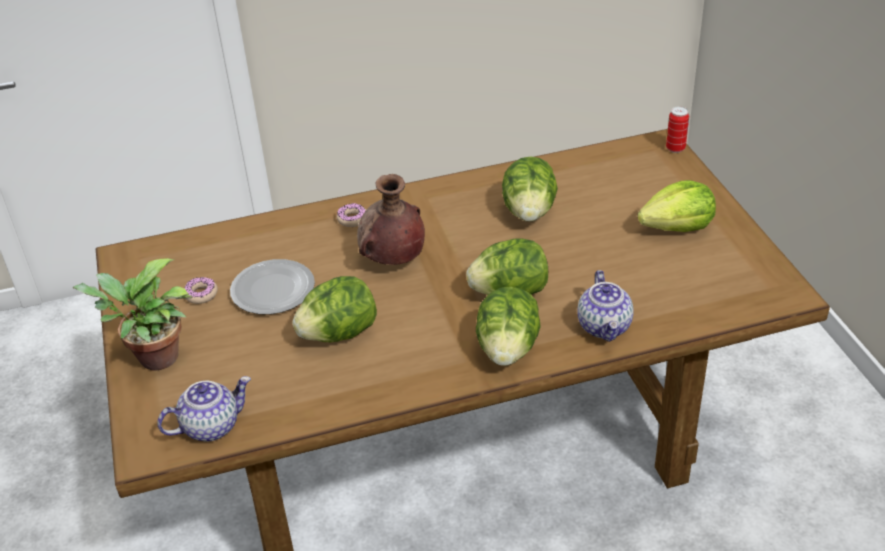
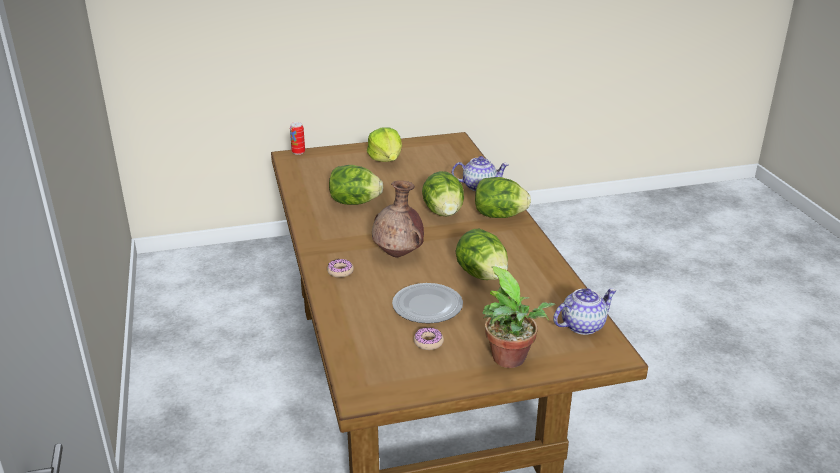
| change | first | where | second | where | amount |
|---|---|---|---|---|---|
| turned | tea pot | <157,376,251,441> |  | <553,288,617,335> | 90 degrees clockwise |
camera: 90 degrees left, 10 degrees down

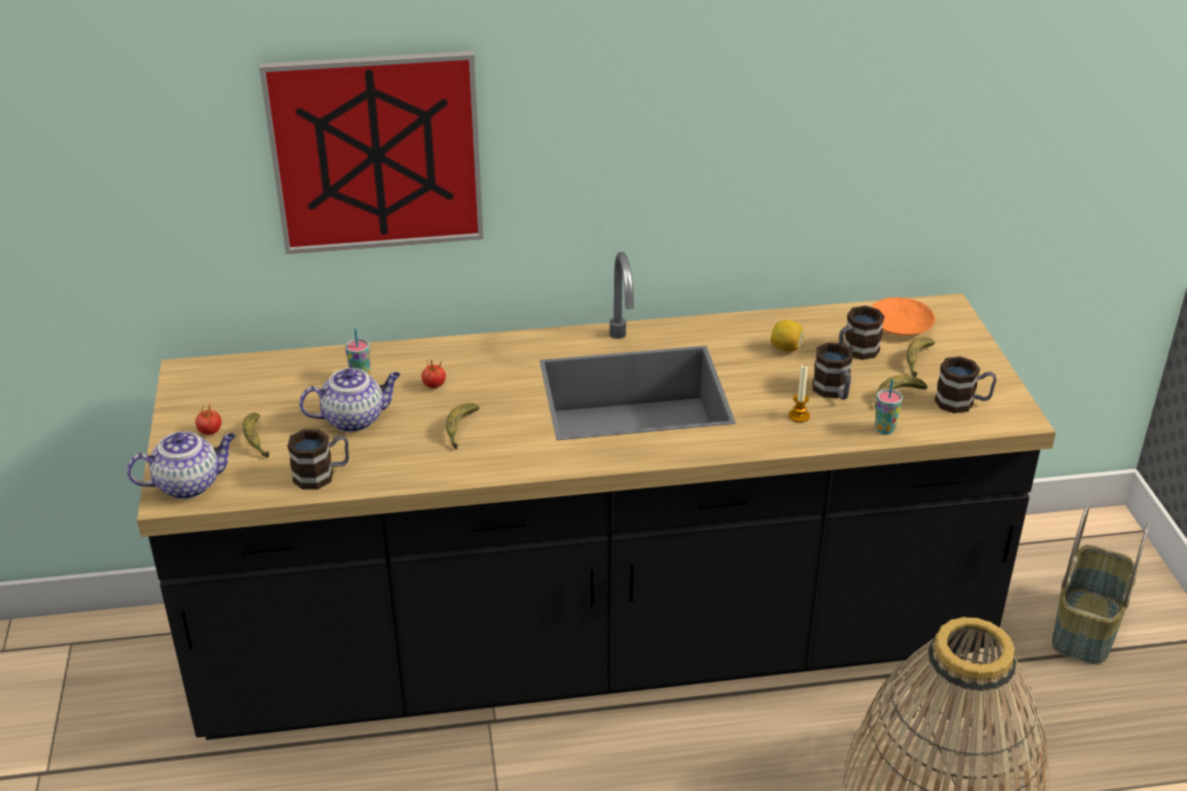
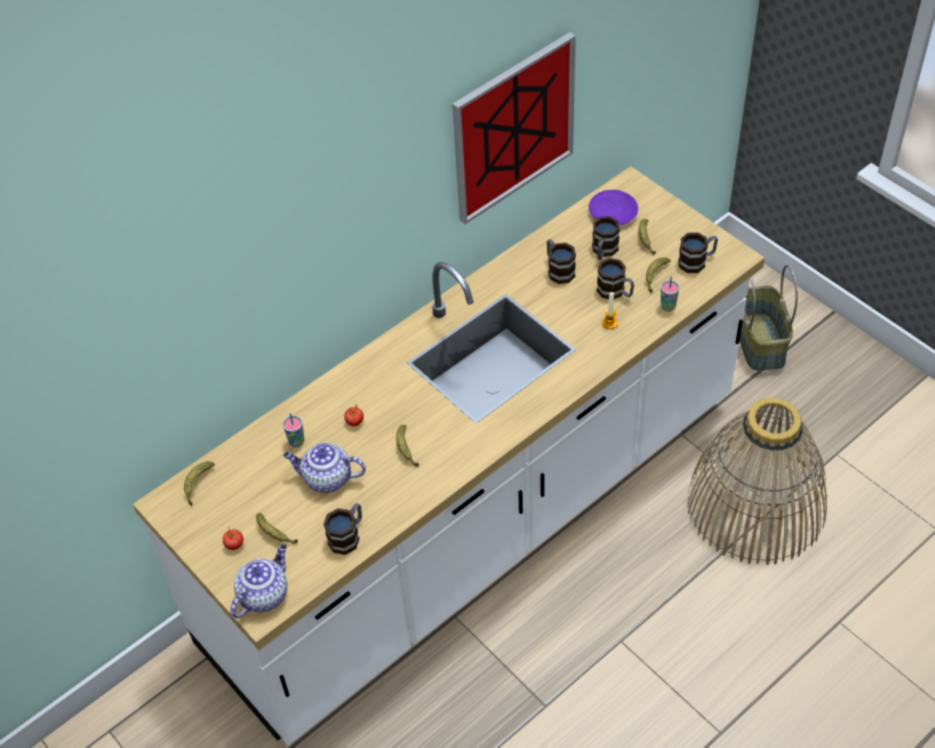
| change | first | where | second | where | amount |
|---|---|---|---|---|---|
| added |  |  | banana | <184,461,215,506> |  |
| moved | wall art | <259,51,483,254> |  | <452,32,576,224> |  |
| replaced | lemon | <770,320,804,352> | mug | <547,239,576,284> |  |
| recoloured | kitchen base unit in black | <137,252,1056,740> | kitchen base unit in whitish | <133,166,765,746> |  |
| recoloured | plate in orangey | <871,297,935,336> | plate in purple | <589,190,638,226> |  |
| turned | tea pot | <299,368,401,432> |  | <283,442,366,493> | 120 degrees counterclockwise |
camera: 30 degrees left, 15 degrees up

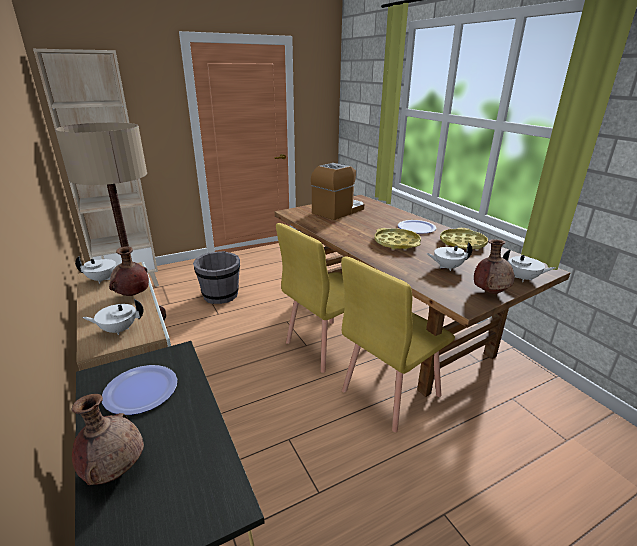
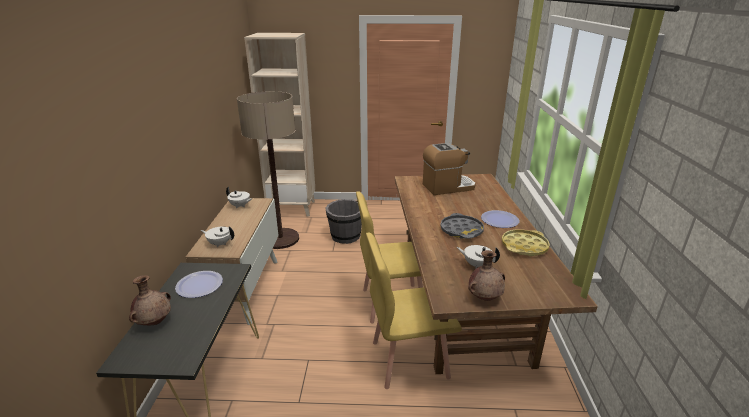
| change | first | where | second | where | amount |
|---|---|---|---|---|---|
| removed | flower vase in brownish | <109,247,149,296> |  |  |  |
| removed | tea pot in whitish | <503,249,555,282> |  |  |  |
| recoloured | serving tray in yellow | <374,228,421,250> | serving tray in gray | <440,213,484,239> |  |
camera: 30 degrees right, 0 degrees up

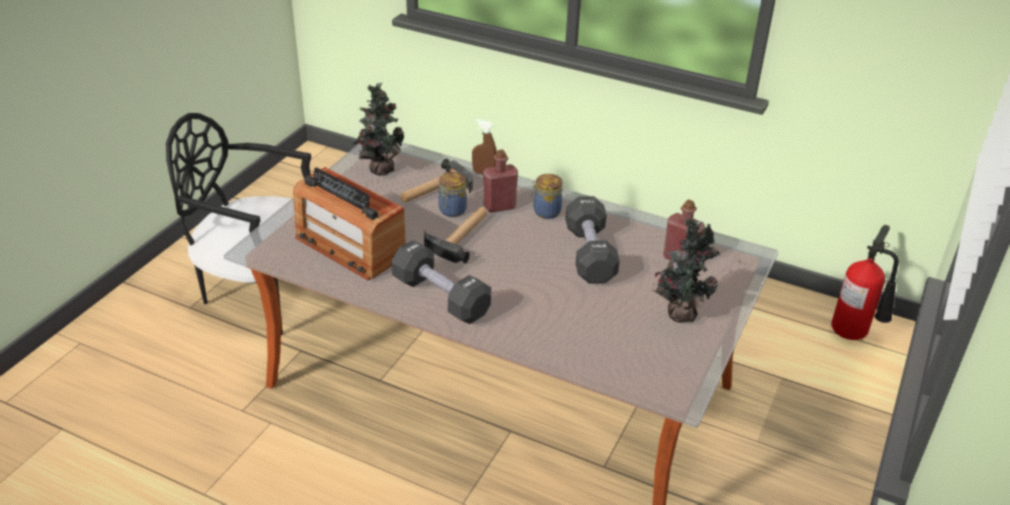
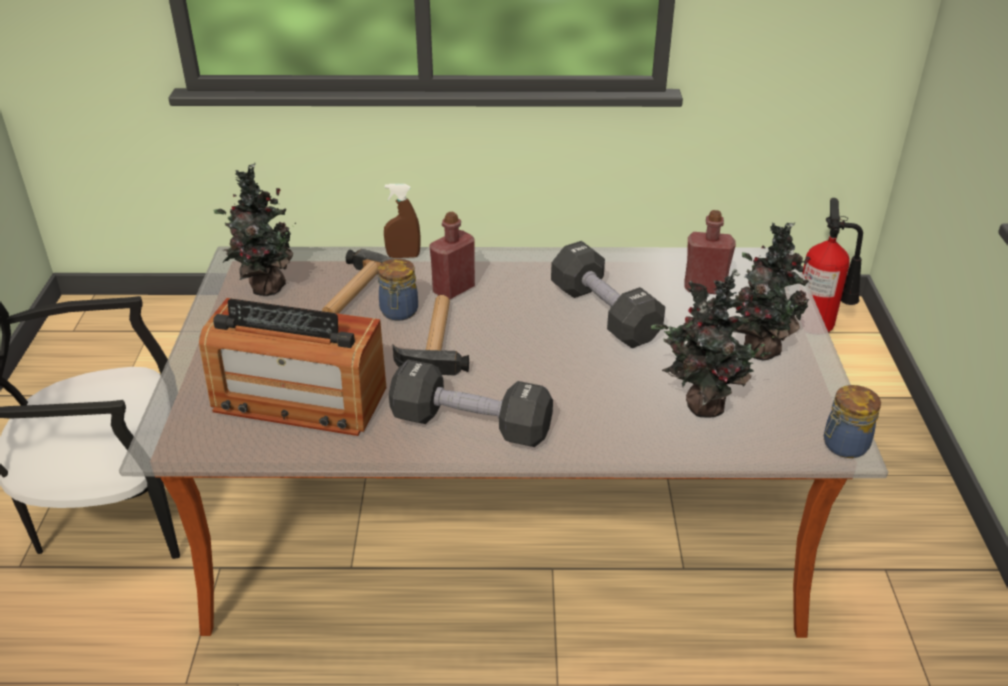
| change | first | where | second | where | amount |
|---|---|---|---|---|---|
| added |  |  | potted plant | <651,269,779,418> |  |
| moved | storage jar | <531,174,563,219> |  | <824,385,881,458> |  |
camera: 25 degrees left, 0 degrees up

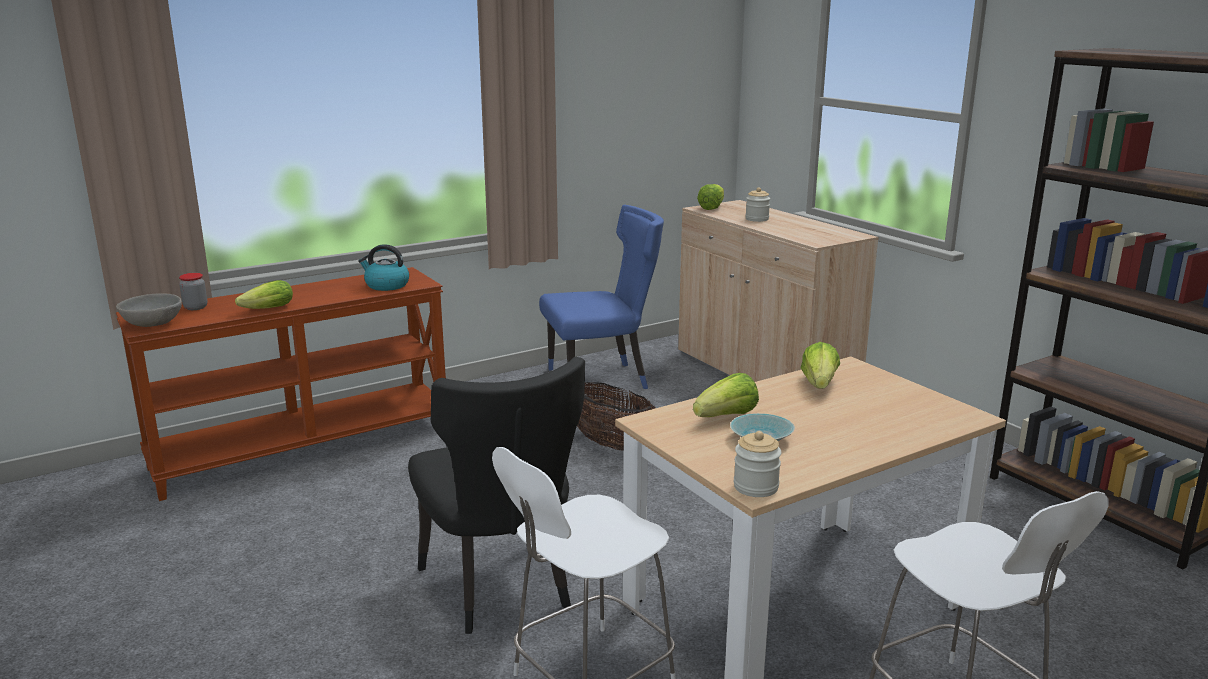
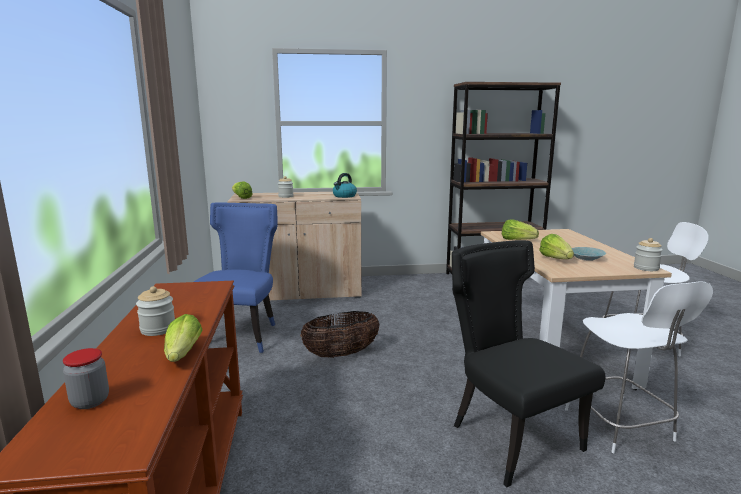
| change | first | where | second | where | amount |
|---|---|---|---|---|---|
| removed | serving bowl in gray | <116,293,182,327> |  |  |  |
| added |  |  | storage jar | <136,286,175,336> |  |
| moved | tea kettle | <358,244,409,291> |  | <333,173,357,198> |  |
| turned | chair in black | <408,357,585,634> |  | <452,240,605,487> | 120 degrees counterclockwise |
camera: 65 degrees left, 5 degrees down

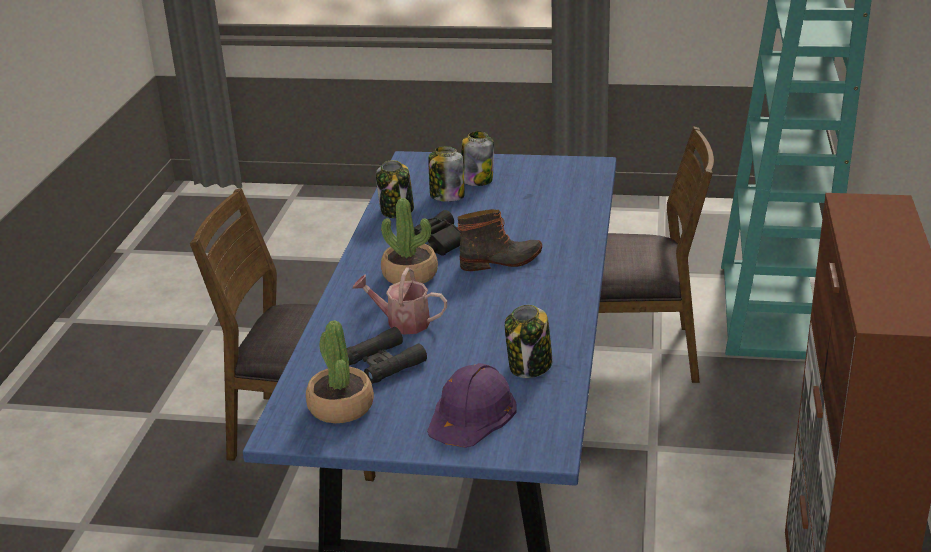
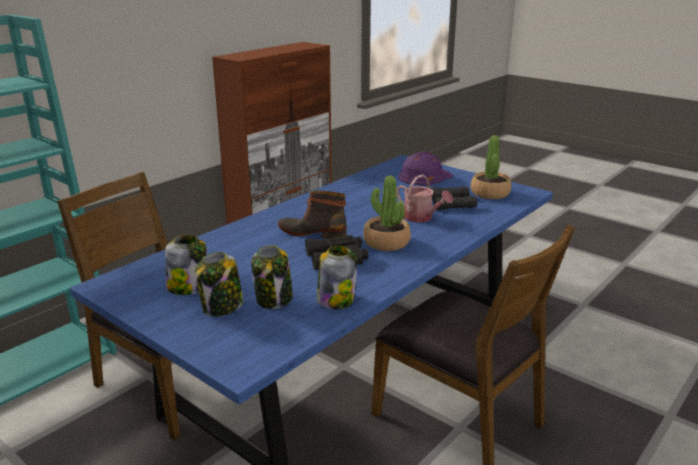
| change | first | where | second | where | amount |
|---|---|---|---|---|---|
| moved | storage jar | <505,305,553,378> |  | <165,235,207,295> |  |
camera: 150 degrees left, 5 degrees down

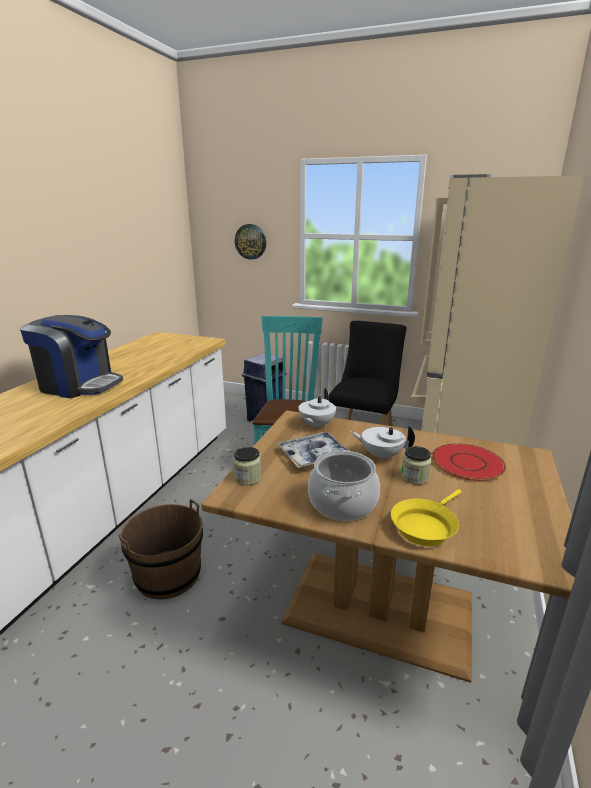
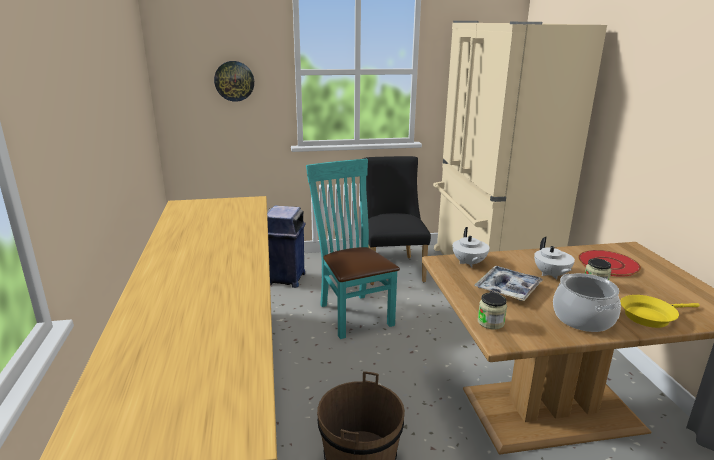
| change | first | where | second | where | amount |
|---|---|---|---|---|---|
| removed | coffee machine | <20,315,123,398> |  |  |  |
| turned | tea pot in whitish | <350,426,415,461> |  | <534,237,575,279> | 90 degrees counterclockwise |
| turned | skillet in yellow | <391,489,461,546> |  | <620,295,700,328> | 60 degrees clockwise |
camera: 30 degrees left, 0 degrees up

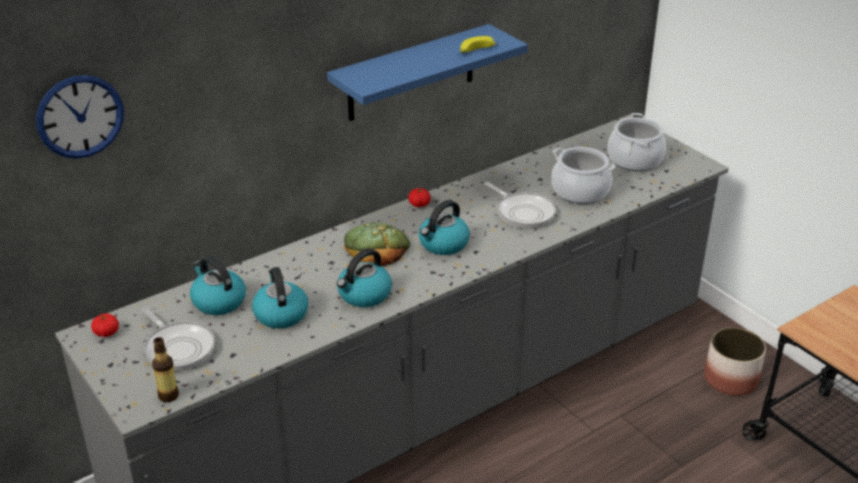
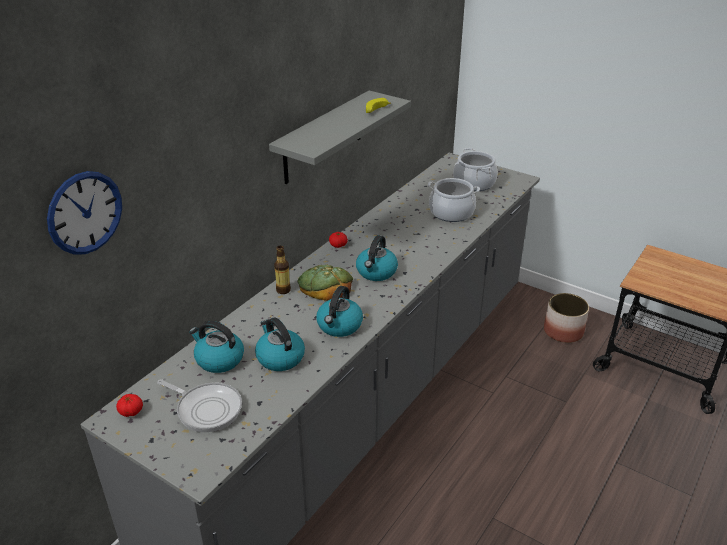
| change | first | where | second | where | amount |
|---|---|---|---|---|---|
| removed | skillet | <484,182,556,229> |  |  |  |
| moved | bottle | <152,337,179,402> |  | <274,246,291,294> |  |
| recoloured | bracket shelf in bluish | <327,24,528,121> | bracket shelf in gray | <269,91,411,184> |  |
camera: 20 degrees left, 0 degrees up

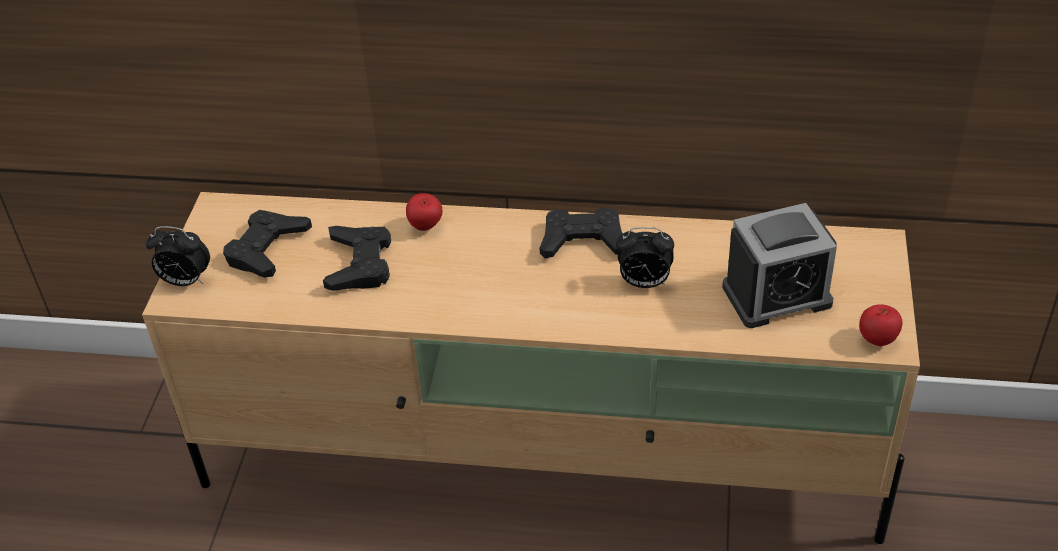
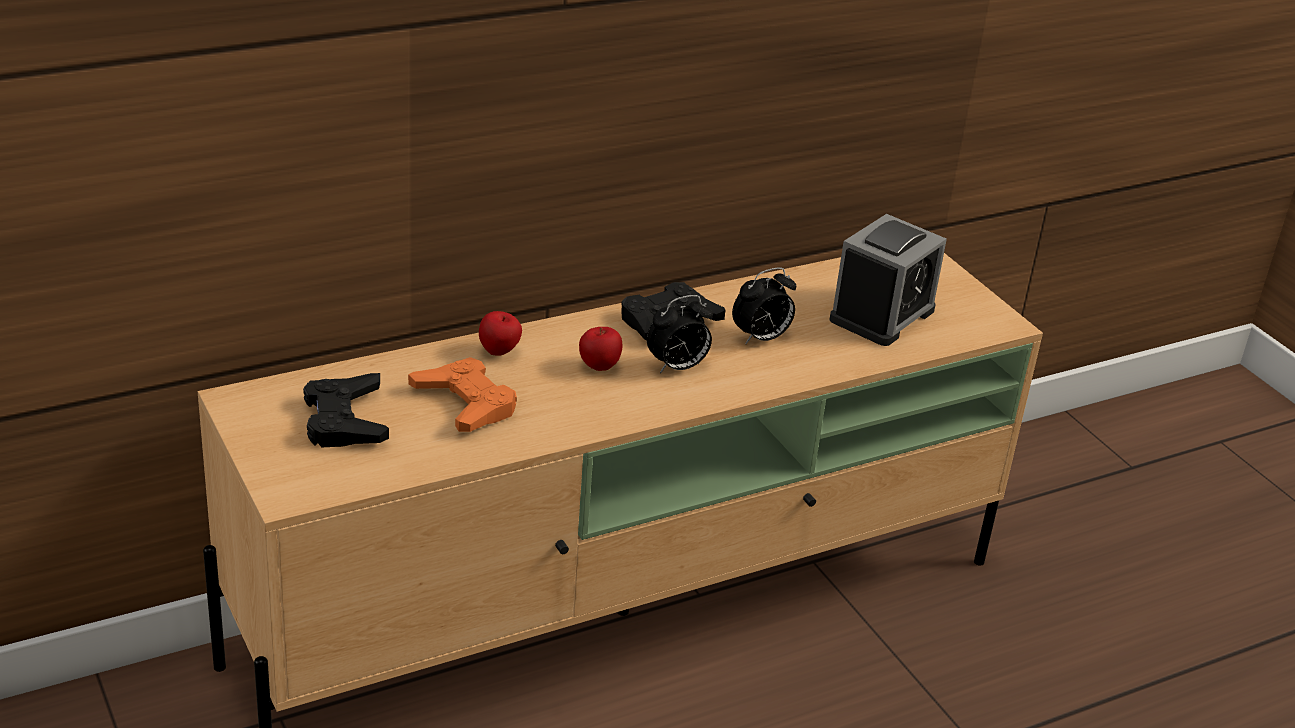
| change | first | where | second | where | amount |
|---|---|---|---|---|---|
| moved | table clock | <146,226,210,286> |  | <647,295,713,373> |  |
| moved | apple | <859,304,902,346> |  | <579,327,622,371> |  |
| recoloured | joypad in black | <323,226,391,291> | joypad in orangey | <408,357,517,432> |  |
camera: 40 degrees left, 10 degrees down

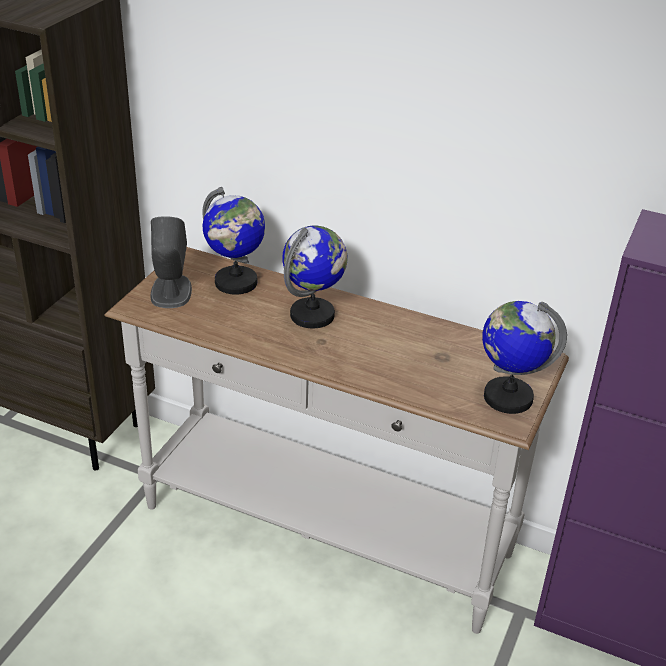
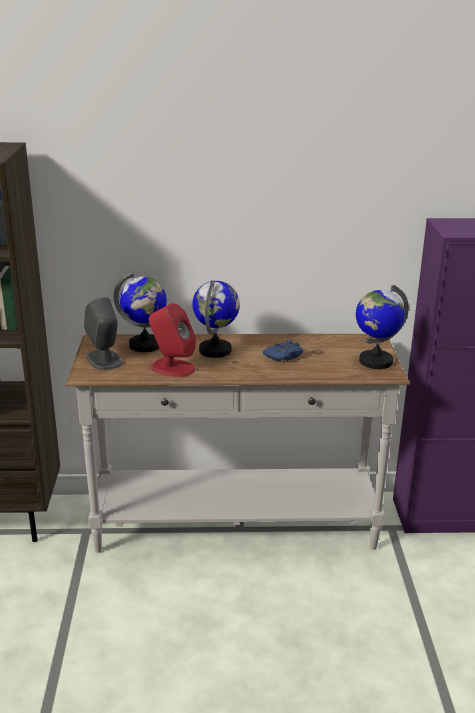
| change | first | where | second | where | amount |
|---|---|---|---|---|---|
| added |  |  | audio speaker in red-coloured | <149,303,196,377> |  |
| added |  |  | joypad in bluish | <263,340,303,362> |  |
camera: 25 degrees left, 10 degrees down

